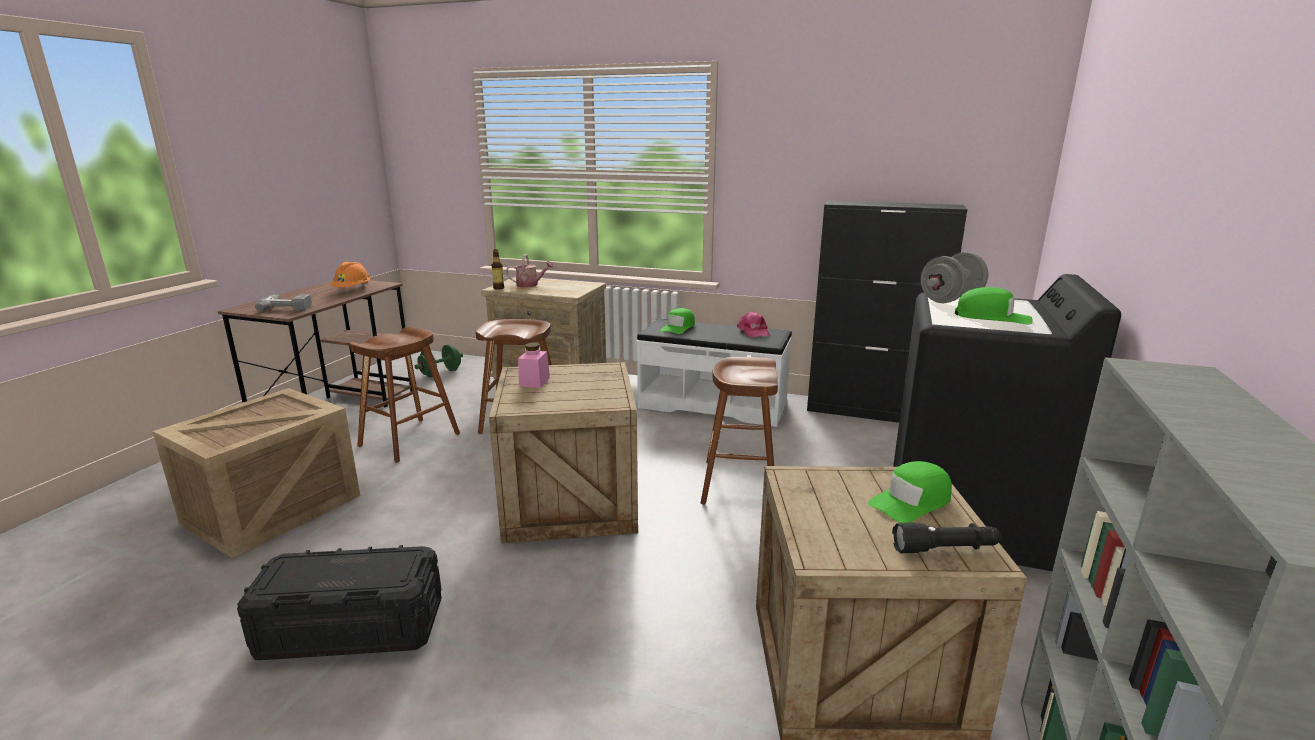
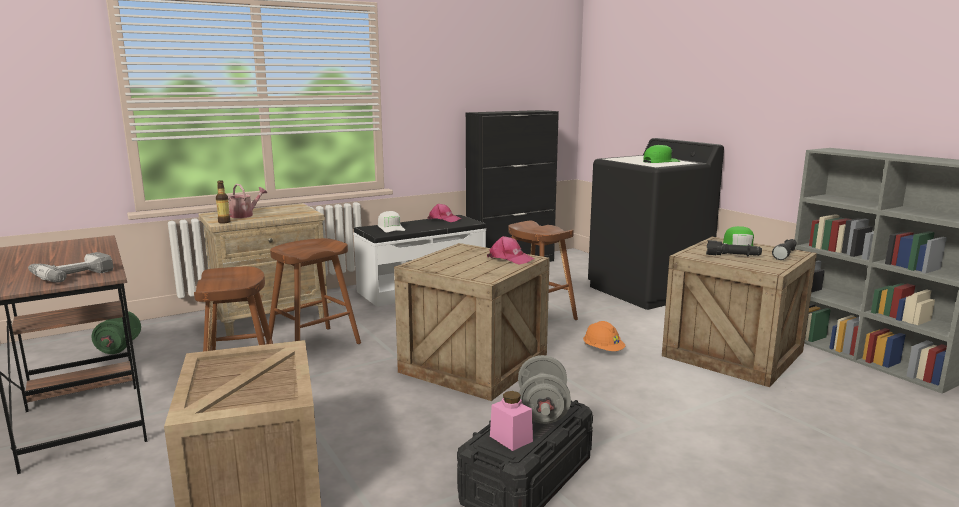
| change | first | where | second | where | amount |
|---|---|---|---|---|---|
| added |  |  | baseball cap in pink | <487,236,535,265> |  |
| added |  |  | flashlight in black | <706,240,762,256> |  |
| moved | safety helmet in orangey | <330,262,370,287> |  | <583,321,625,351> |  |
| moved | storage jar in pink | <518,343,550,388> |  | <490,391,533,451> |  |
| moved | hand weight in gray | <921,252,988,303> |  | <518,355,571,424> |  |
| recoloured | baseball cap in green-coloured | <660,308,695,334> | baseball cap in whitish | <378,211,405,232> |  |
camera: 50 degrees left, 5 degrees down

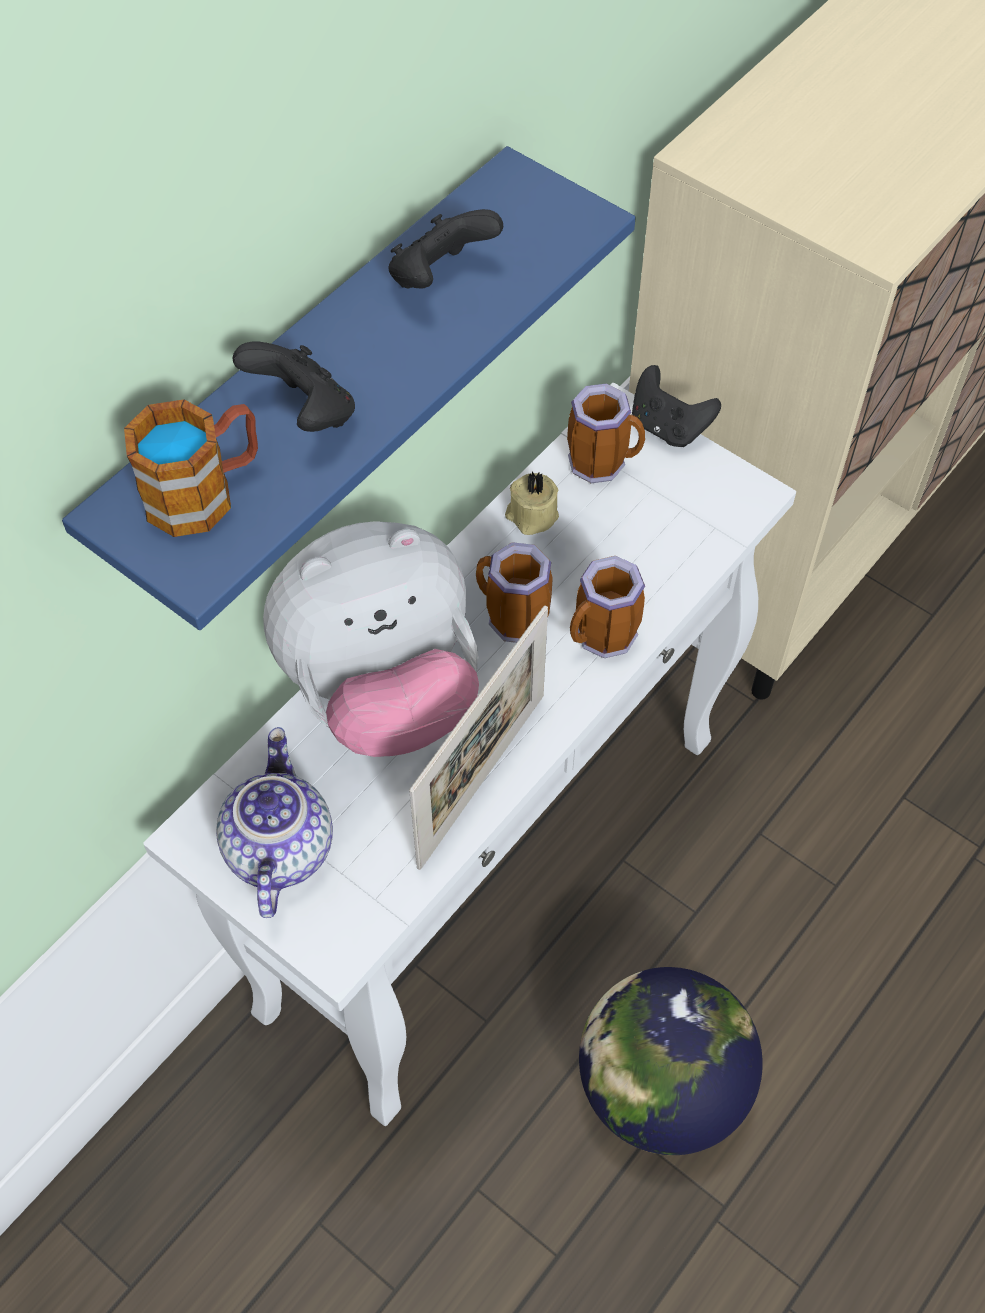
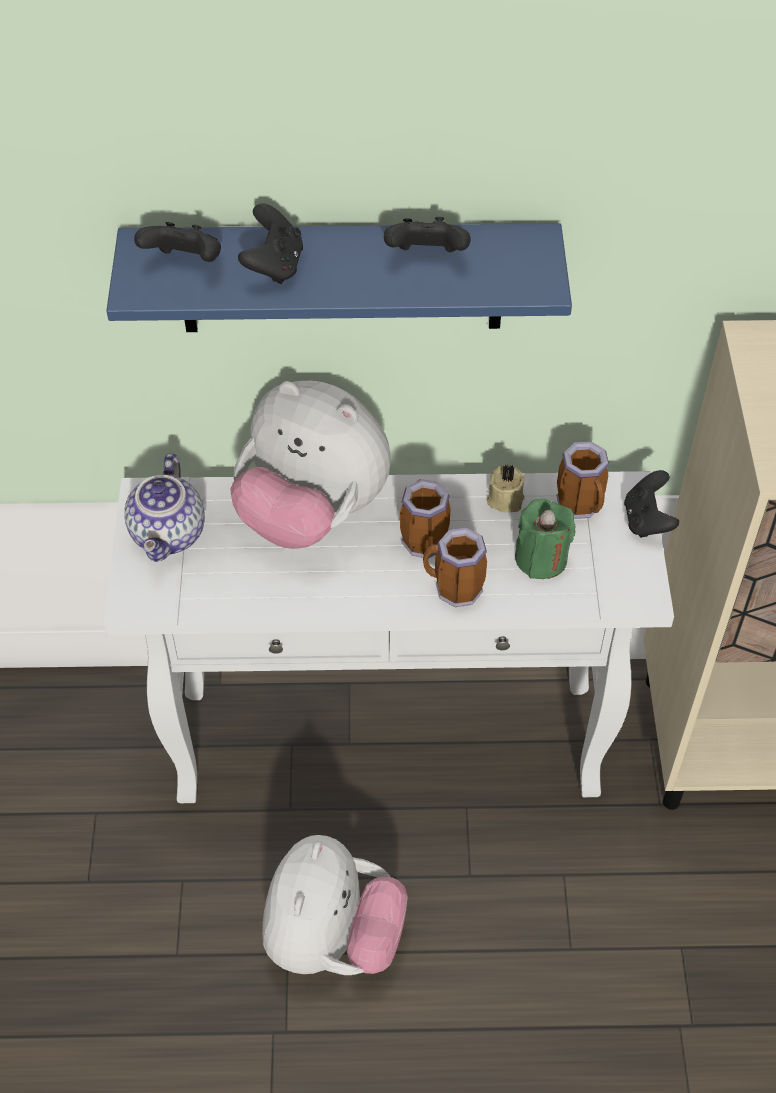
| change | first | where | second | where | amount |
|---|---|---|---|---|---|
| removed | picture frame | <409,605,548,870> |  |  |  |
| added |  |  | candle in green-coloured | <515,498,576,579> |  |
| replaced | mug | <124,399,258,537> | joypad in black | <134,222,221,262> |  |
| replaced | world globe | <579,967,763,1155> | plush toy | <263,835,408,975> |  |
| turned | tea pot | <216,727,333,918> |  | <124,453,205,562> | 135 degrees clockwise |
camera: 50 degrees right, 5 degrees down

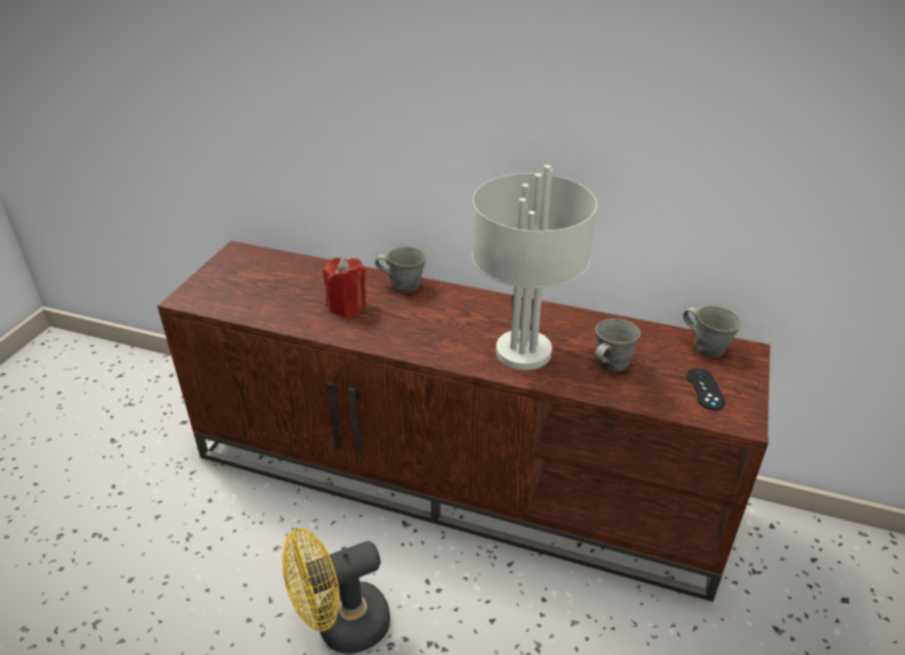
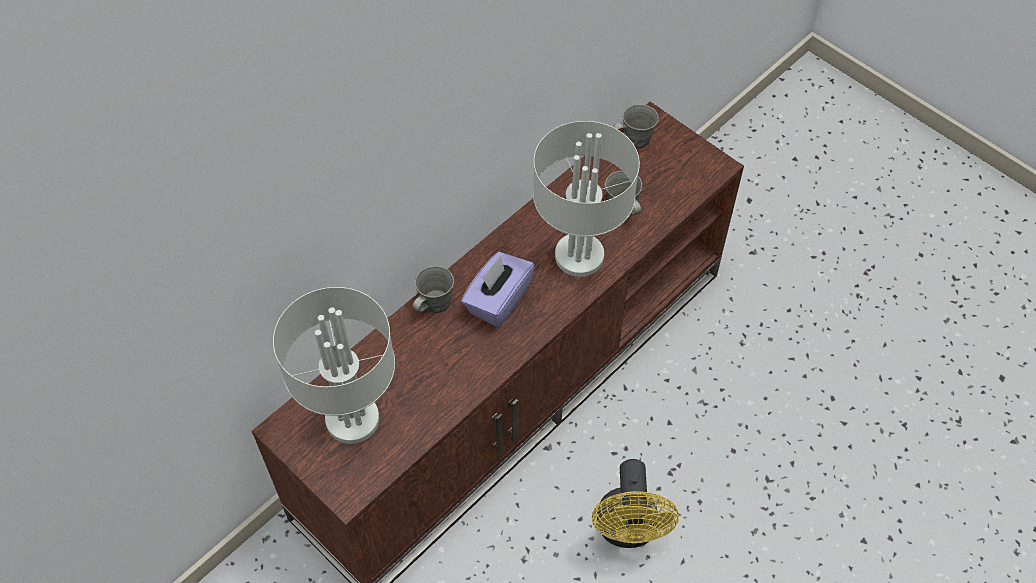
| change | first | where | second | where | amount |
|---|---|---|---|---|---|
| removed | candle in red-coloured | <323,258,366,317> |  |  |  |
| removed | joypad in black | <686,368,726,410> |  |  |  |
| added |  |  | table lamp in gray | <273,287,395,444> |  |
| added |  |  | tissue box in purple | <461,252,535,327> |  |
camera: 65 degrees left, 20 degrees up

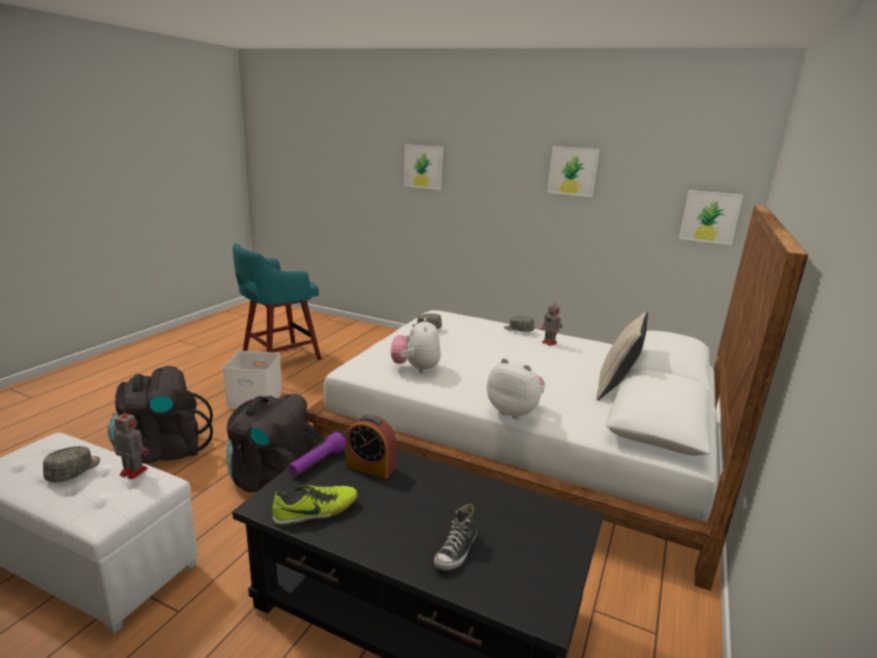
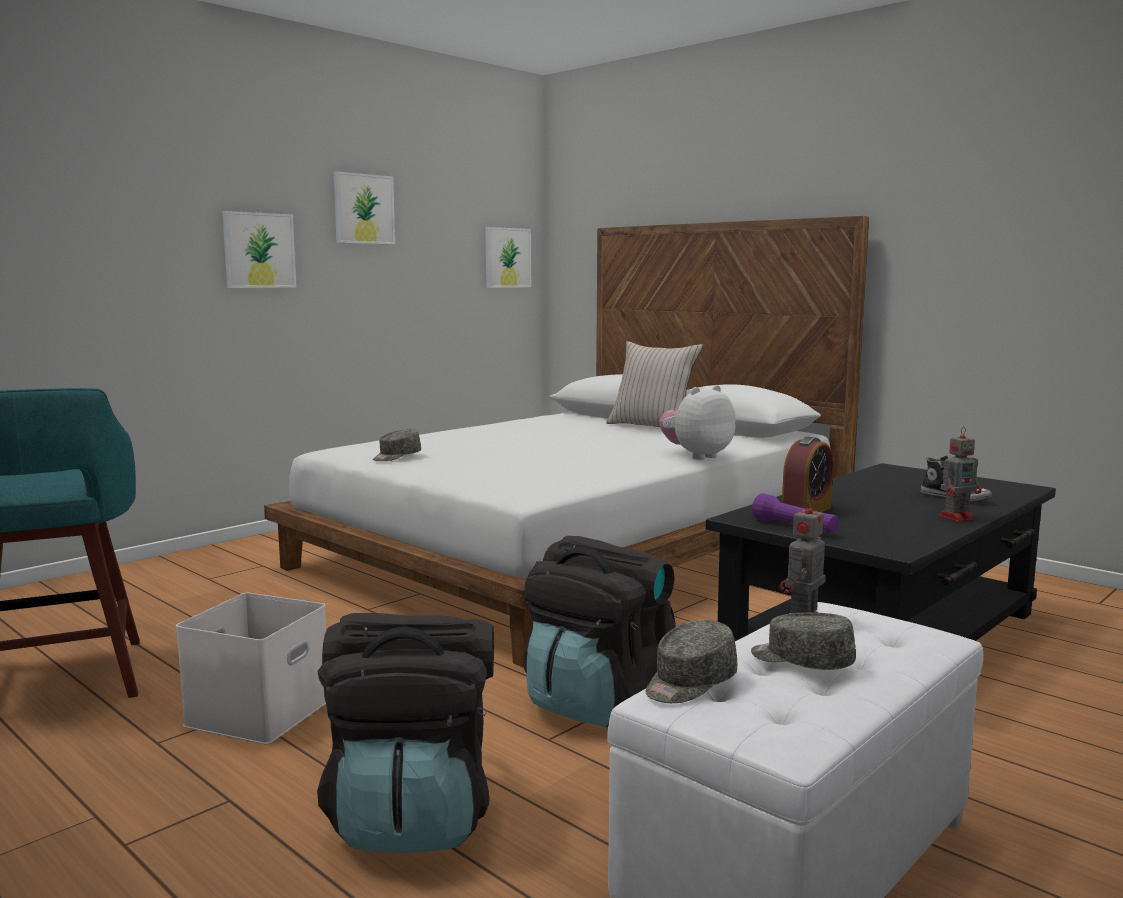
| change | first | where | second | where | amount |
|---|---|---|---|---|---|
| removed | low shoe | <272,484,358,526> |  |  |  |
| removed | plush toy | <391,318,441,373> |  |  |  |
| moved | wall art | <404,144,443,190> |  | <222,211,296,288> |  |
| moved | baseball cap in gray | <504,316,534,332> |  | <646,620,737,703> |  |
| moved | toy robot | <541,301,562,346> |  | <939,426,982,522> |  |
camera: 70 degrees left, 10 degrees down

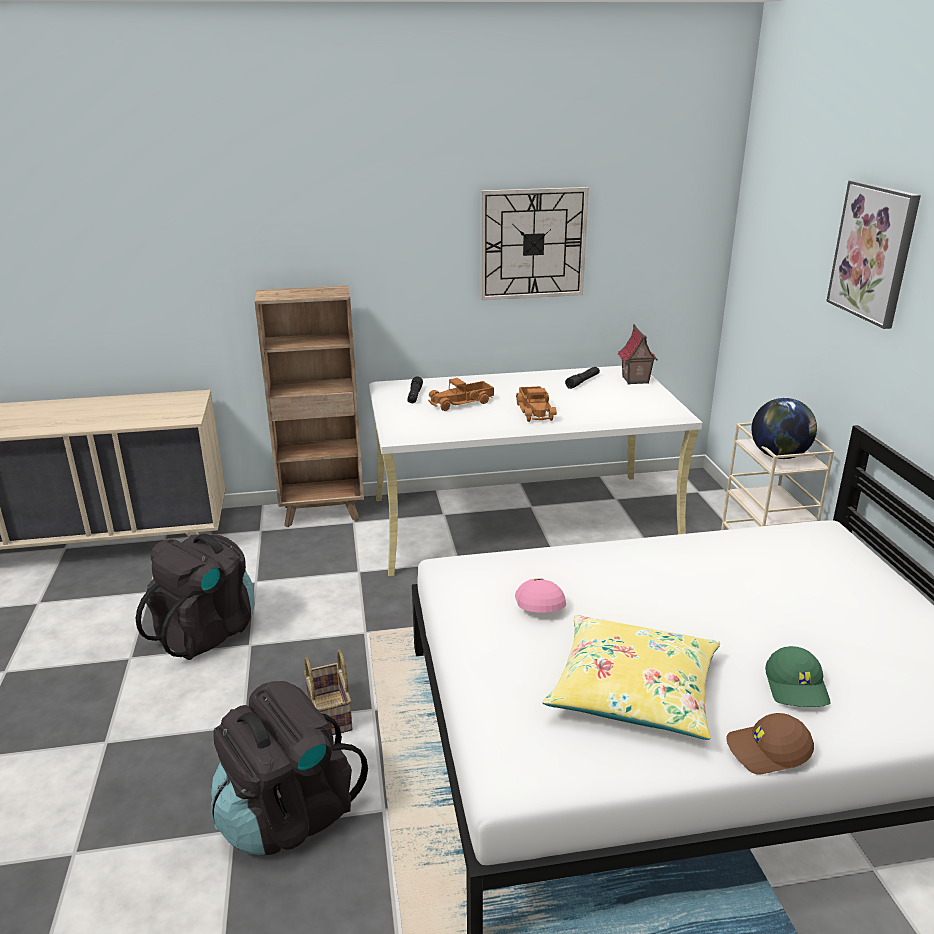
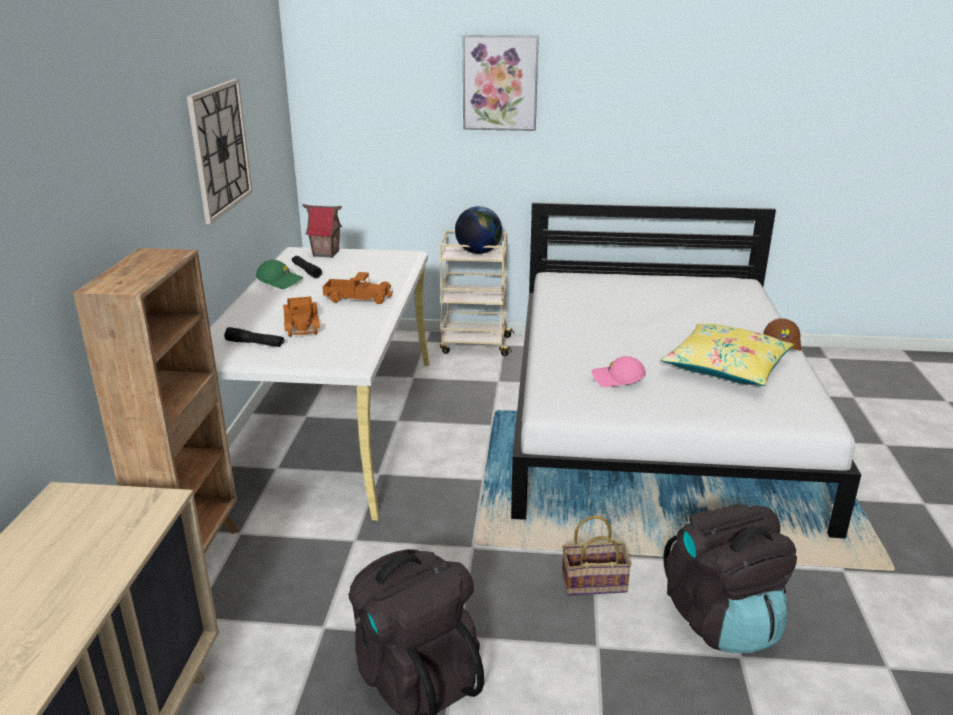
| change | first | where | second | where | amount |
|---|---|---|---|---|---|
| moved | baseball cap in green-coloured | <765,646,831,707> |  | <256,260,303,289> |  |
camera: 75 degrees left, 0 degrees up

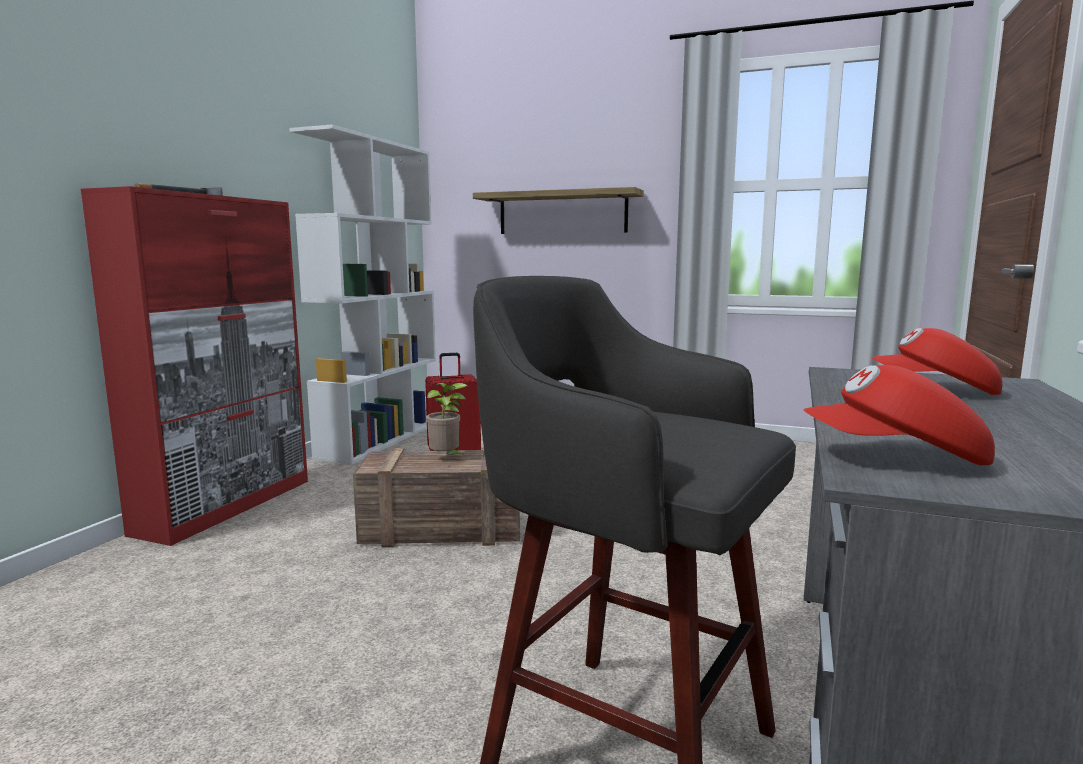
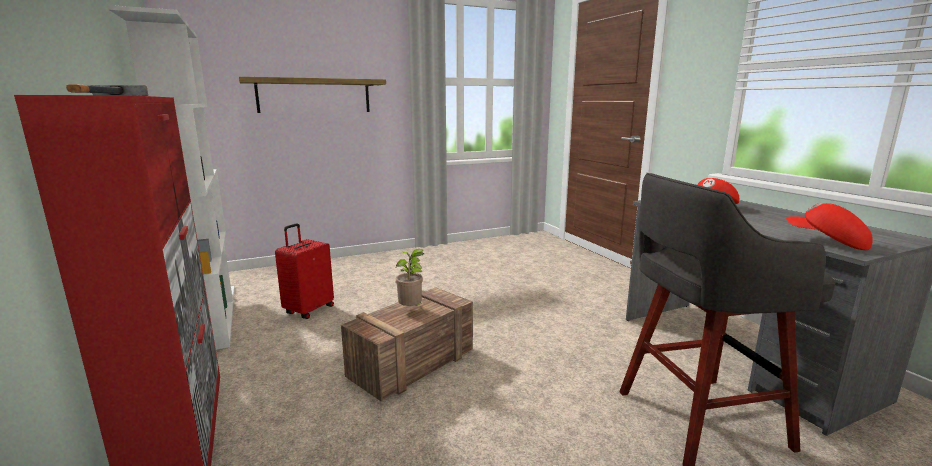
| change | first | where | second | where | amount |
|---|---|---|---|---|---|
| turned | baseball cap in red-coloured | <803,365,995,465> |  | <786,203,873,250> | 90 degrees clockwise |
camera: 45 degrees left, 5 degrees up

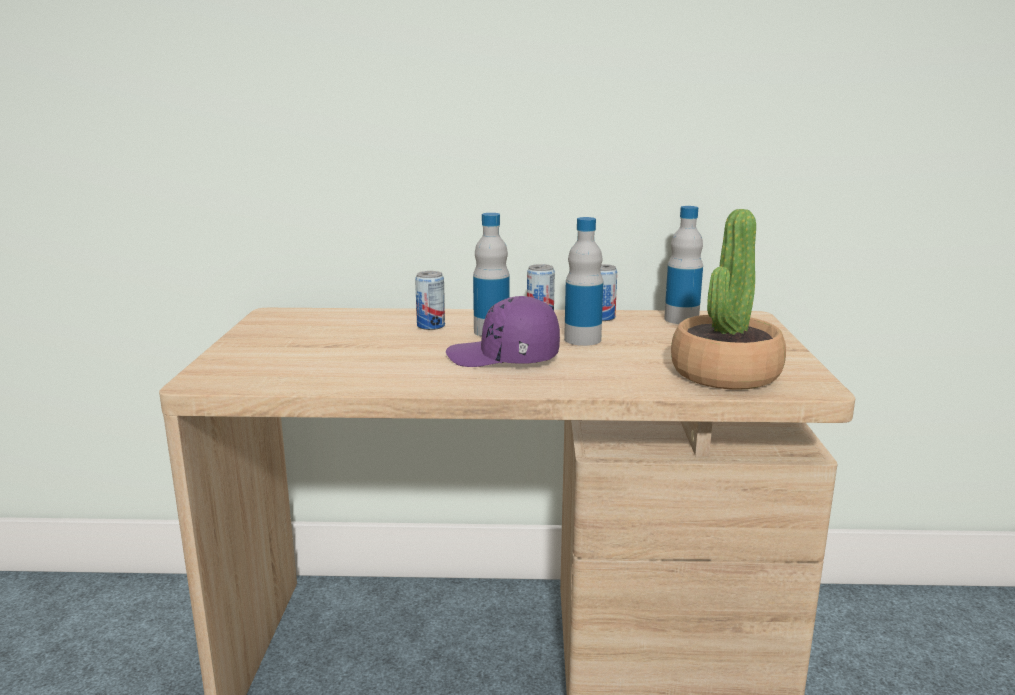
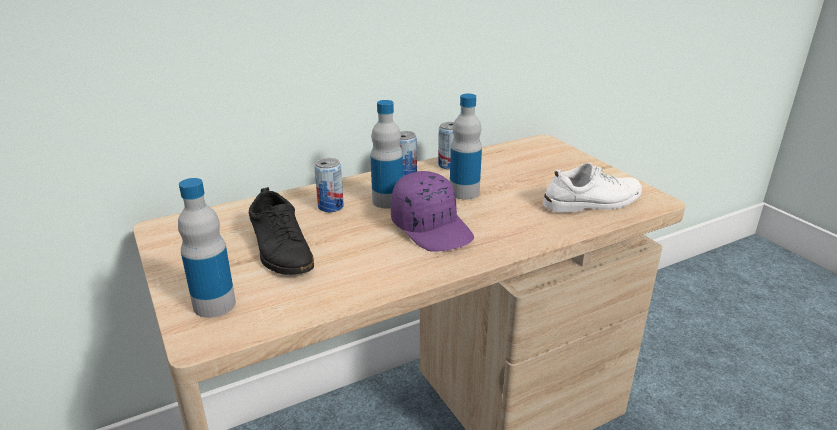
| change | first | where | second | where | amount |
|---|---|---|---|---|---|
| added |  |  | low shoe in black | <249,187,314,275> |  |
| moved | bottle | <664,206,703,324> |  | <178,178,236,318> |  |
| replaced | potted plant | <671,209,786,390> | low shoe in whitish | <543,163,642,213> |  |
| turned | baseball cap in purple | <446,296,560,367> |  | <391,171,474,252> | 105 degrees counterclockwise |
camera: 30 degrees left, 10 degrees up

